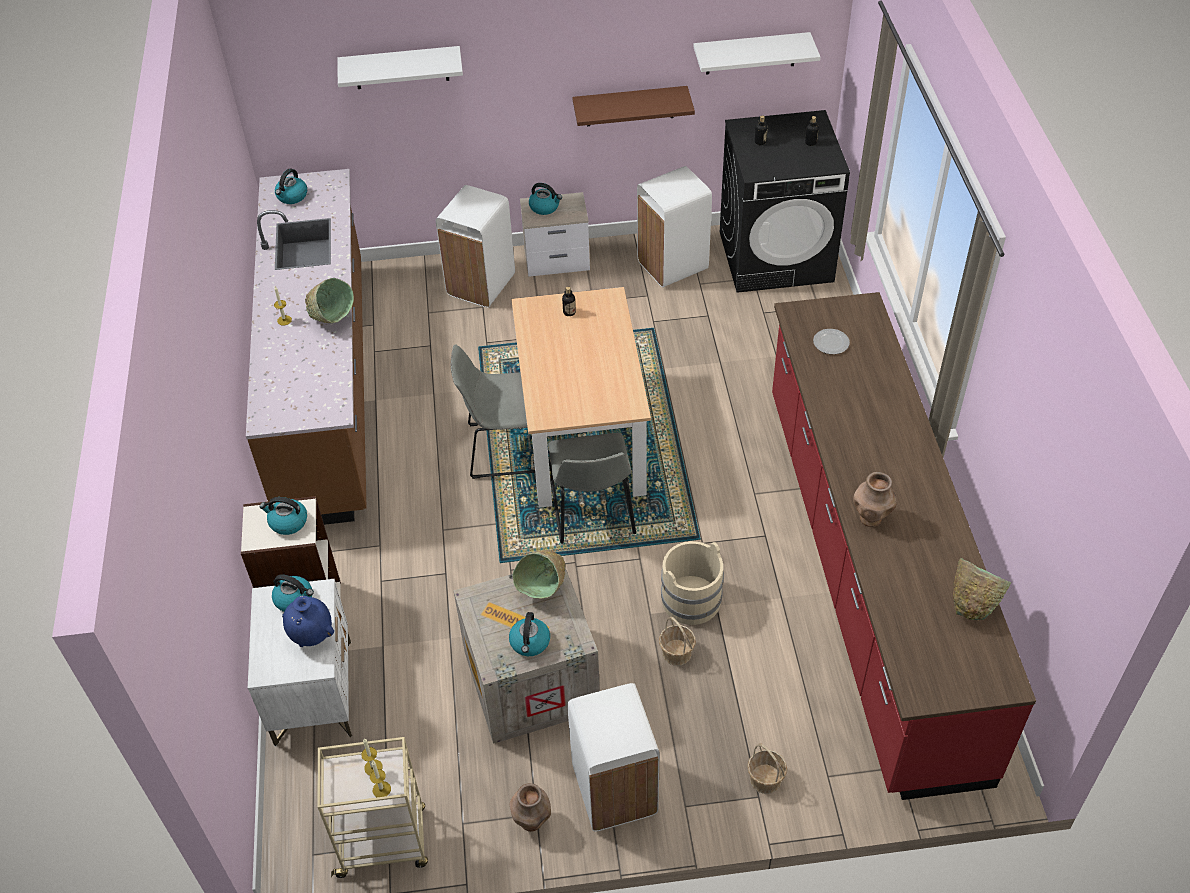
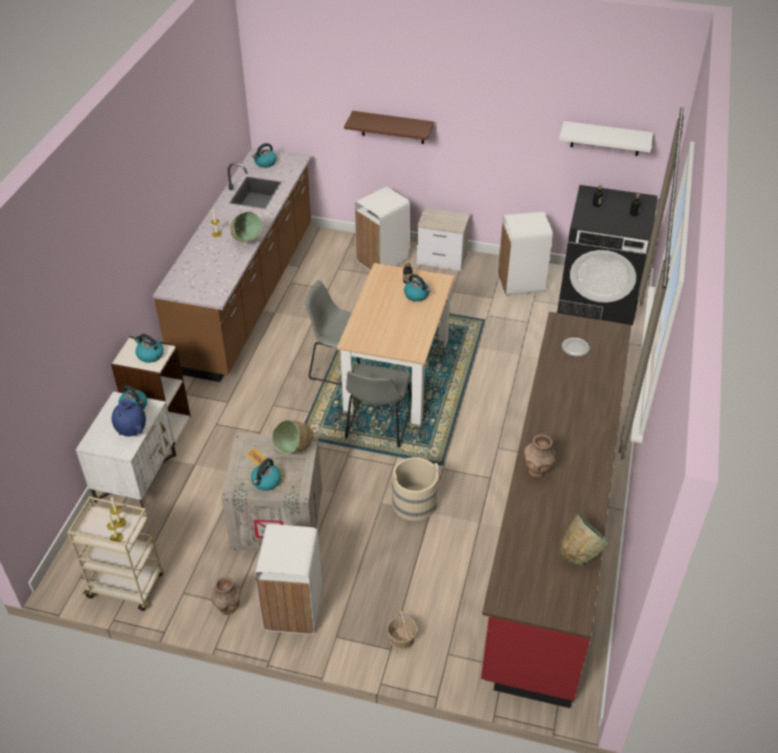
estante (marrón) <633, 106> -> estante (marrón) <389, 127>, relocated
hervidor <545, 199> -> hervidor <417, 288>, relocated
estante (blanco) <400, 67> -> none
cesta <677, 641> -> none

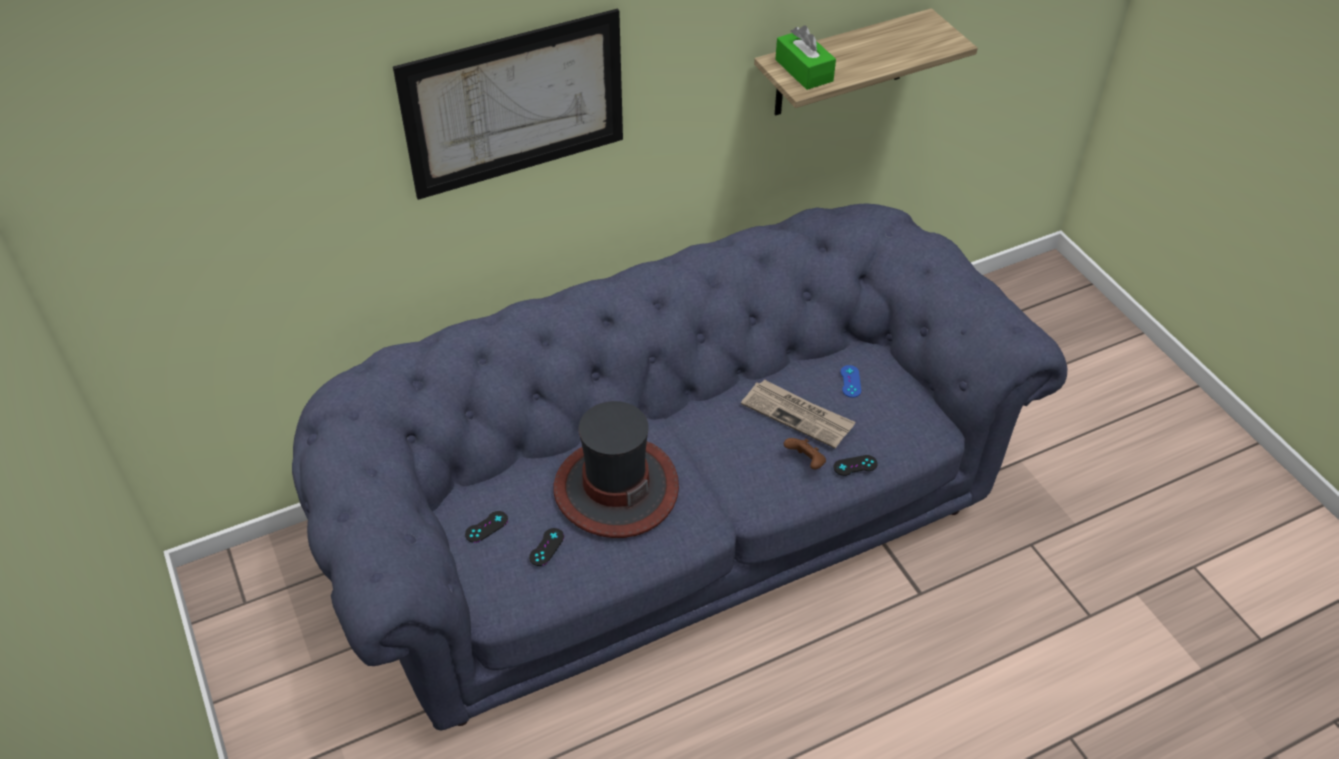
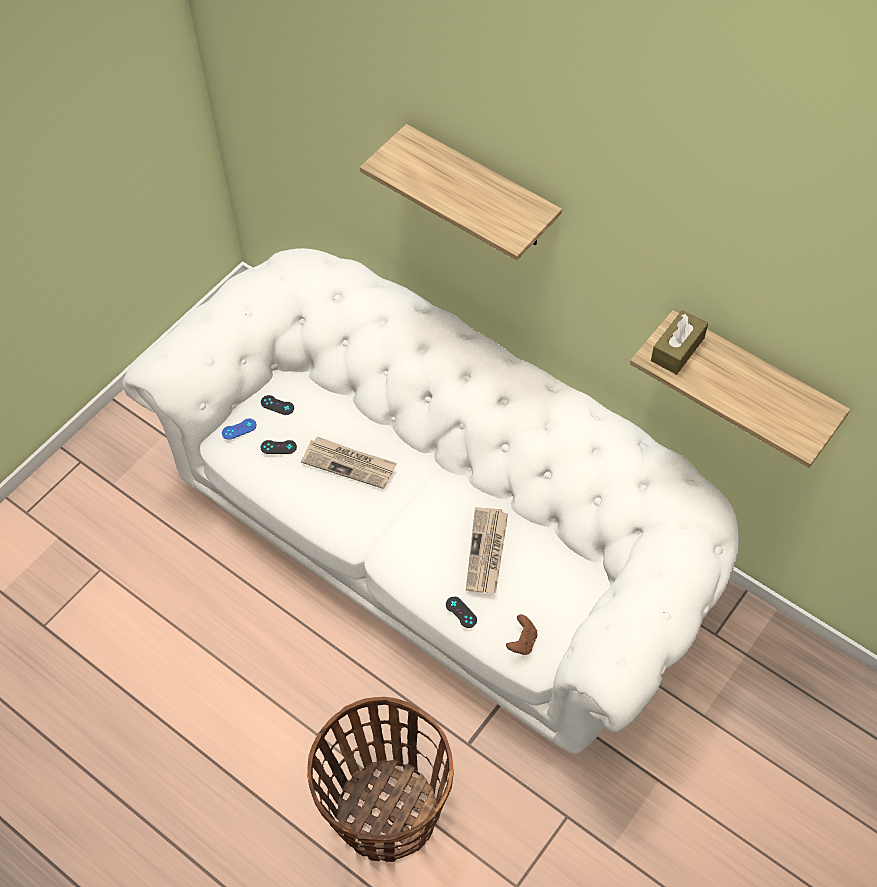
sofá (azul) <679, 467> -> sofá (blanco) <430, 501>
mando de consola (azul) <850, 381> -> mando de consola (azul) <239, 429>, relocated
sombrero <616, 469> -> periódico <349, 462>
none -> cesta <380, 779>
cuadro <508, 104> -> estante <461, 192>
mando de consola (marrón) <805, 453> -> mando de consola (marrón) <521, 634>, relocated
caja de pañuelos (verde) <805, 57> -> caja de pañuelos (marrón) <679, 342>

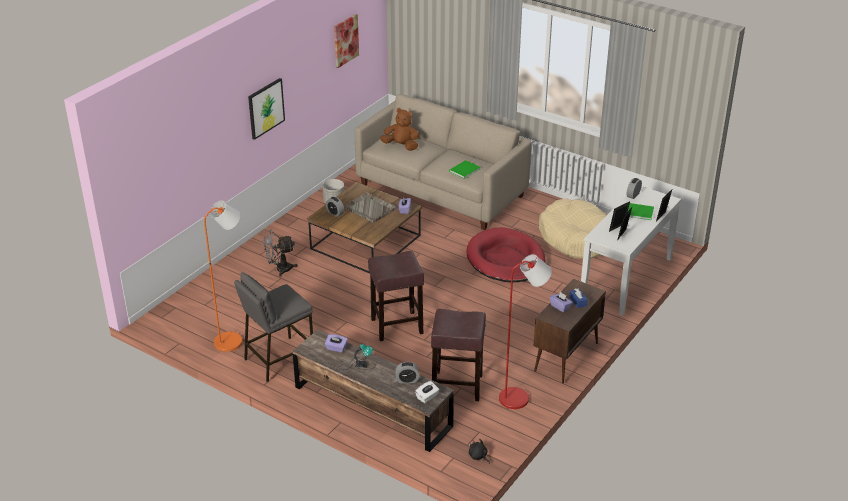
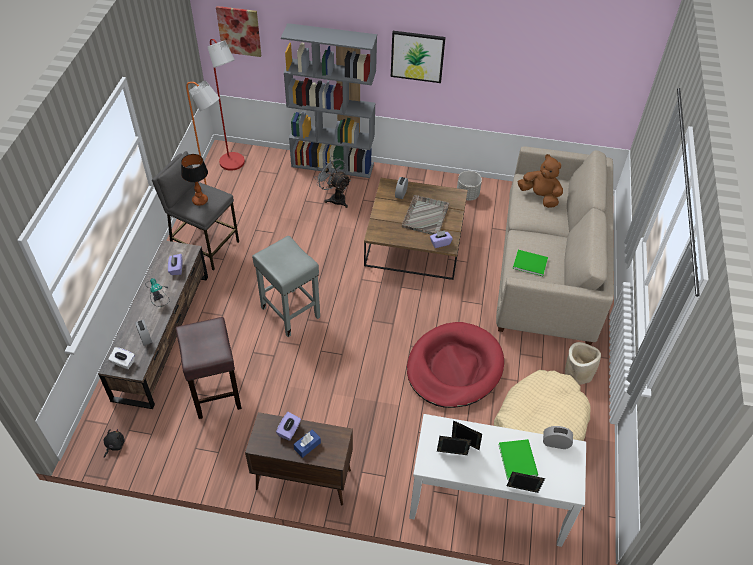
none -> lámpara de mesa <194, 180>
lámpara de pie (rojo) <525, 331> -> lámpara de pie (rojo) <226, 105>, relocated
cuadro <346, 41> -> cuadro <238, 31>, relocated
taburete (marrón) <396, 296> -> taburete (gris) <286, 286>
none -> estantería (gris) <329, 100>
peluche (marrón) <399, 129> -> peluche (marrón) <540, 181>, 45 degrees counterclockwise
none -> maceta (beis) <583, 363>

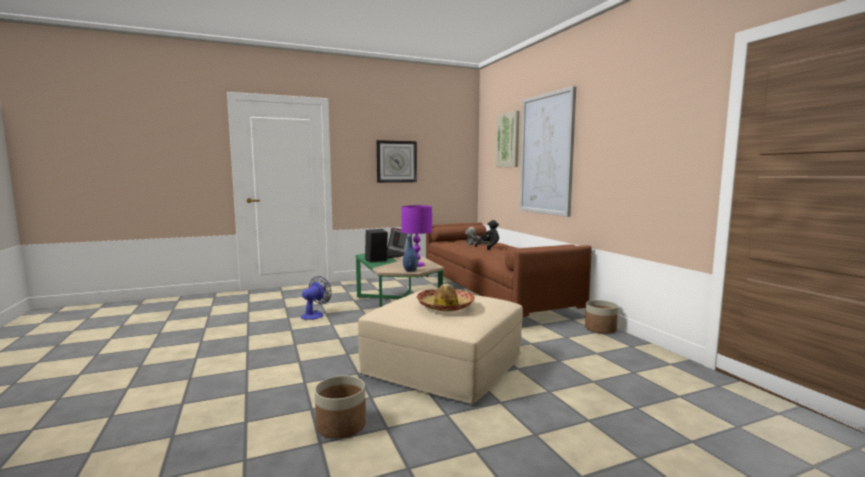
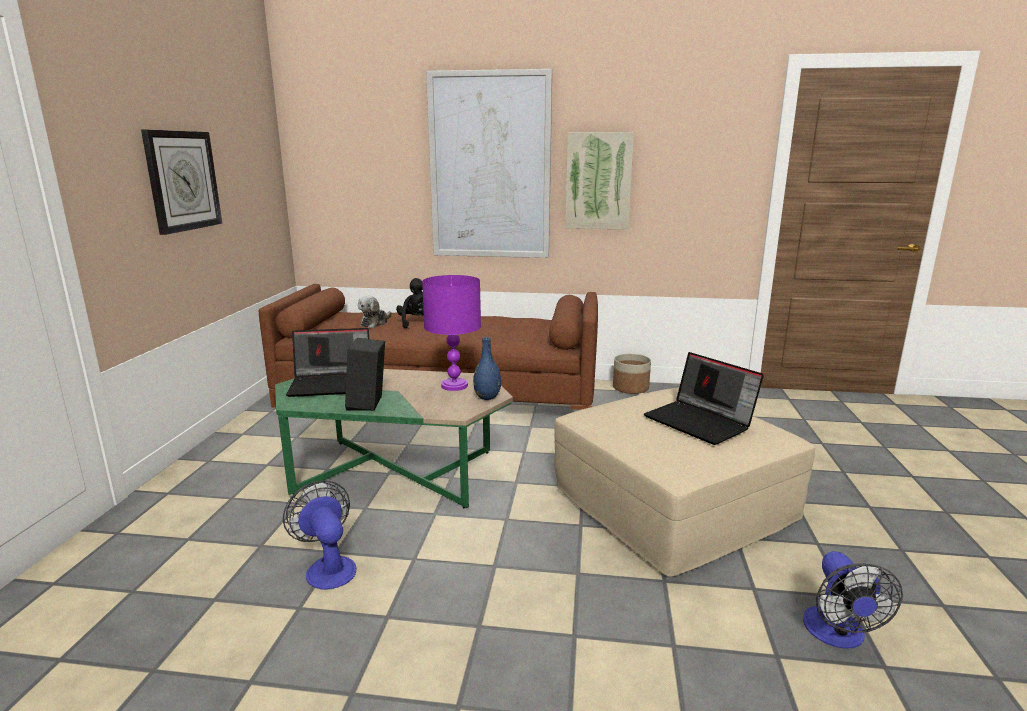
cuadro <508, 139> -> cuadro <599, 180>, relocated
sombrero <445, 297> -> portátil <704, 398>
maceta <340, 407> -> ventilador <853, 600>

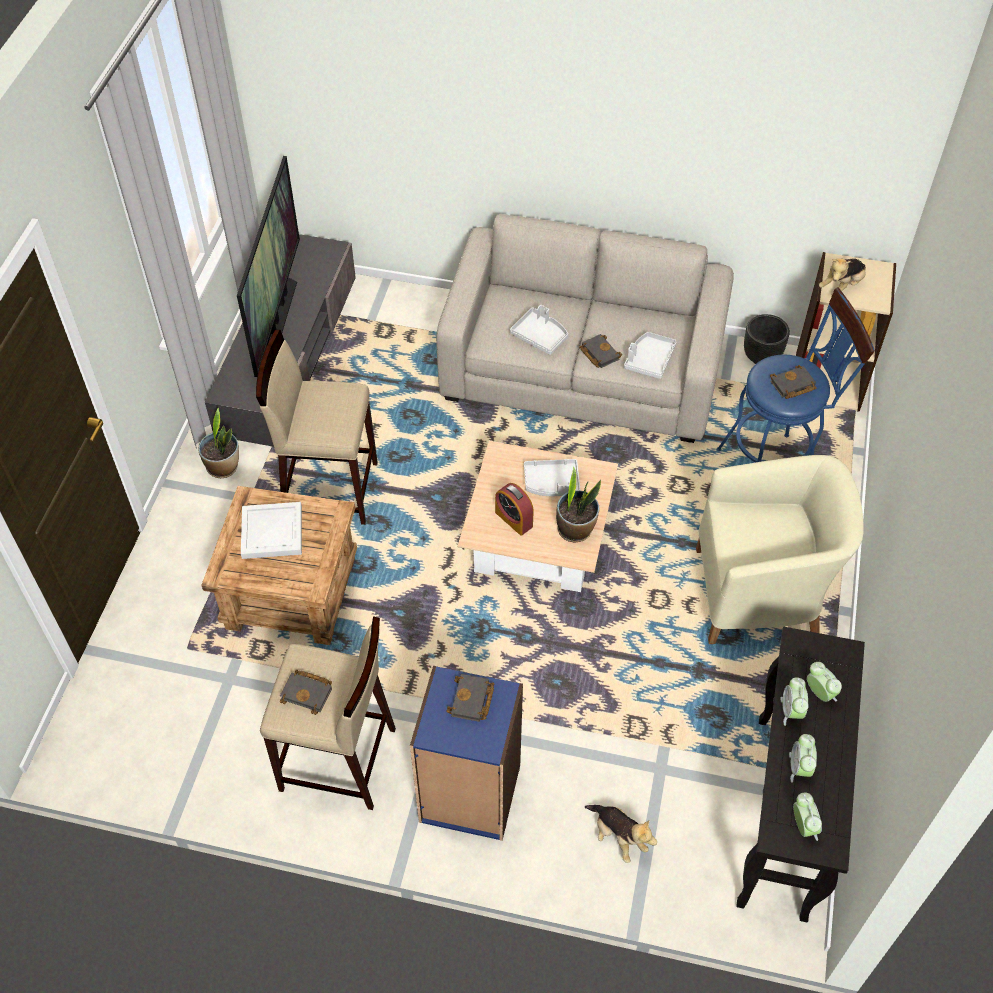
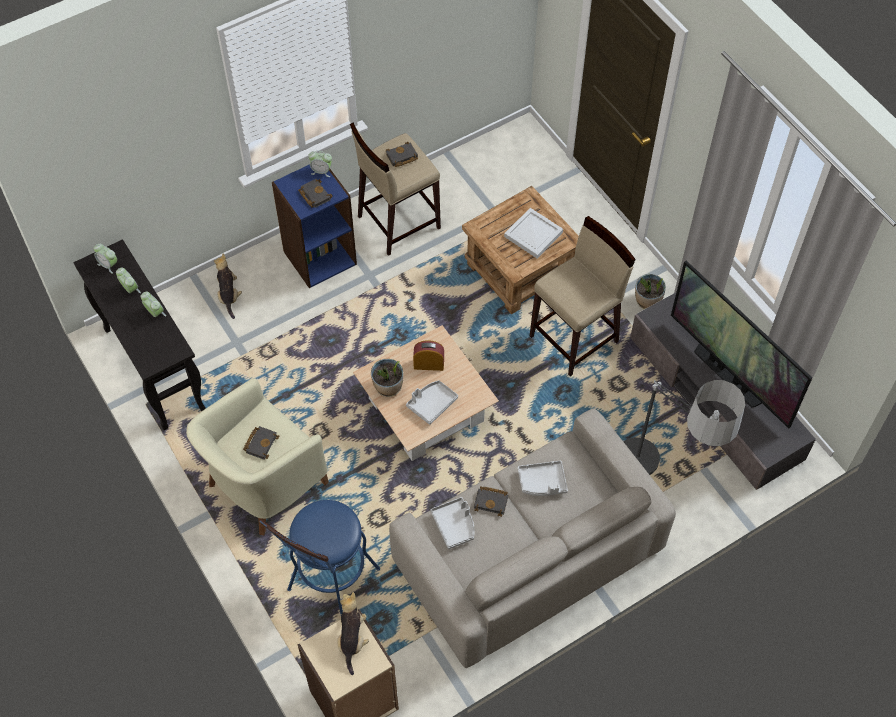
peluche <621, 834> -> peluche <228, 286>, 75 degrees clockwise
libro (negro) <793, 382> -> libro (negro) <261, 443>, relocated
despertador <824, 682> -> despertador <320, 164>, relocated
none -> lámpara de pie <684, 427>
maceta (negro) <767, 339> -> none

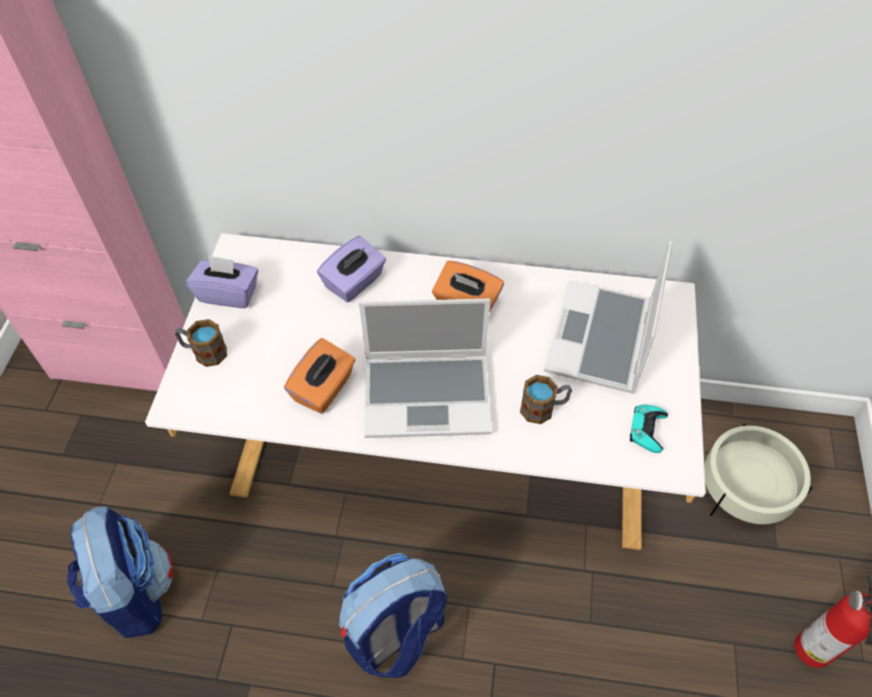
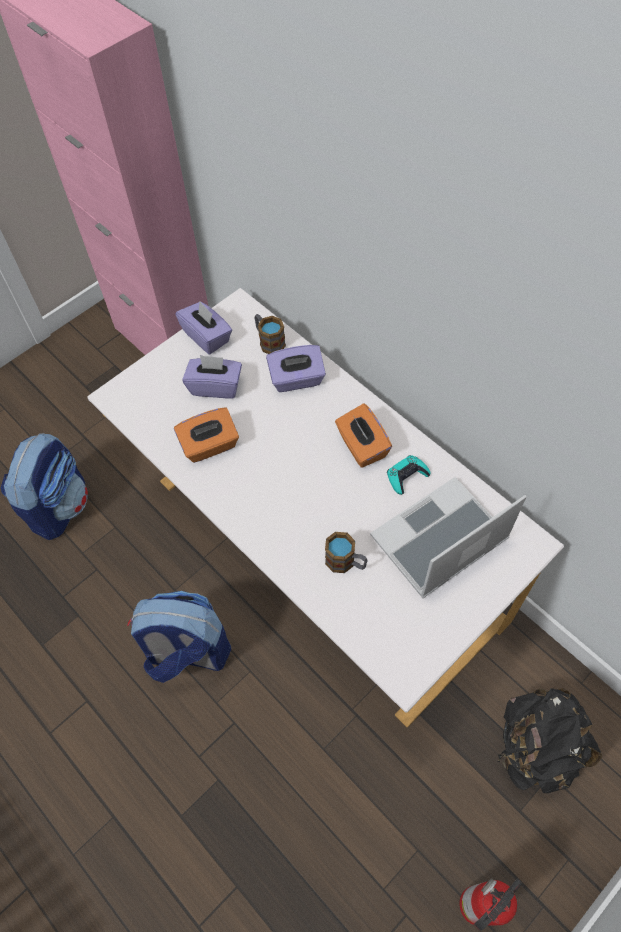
none -> caja de pañuelos (morado) <212, 376>
taza grande <201, 343> -> taza grande <270, 334>, relocated
mando de consola (turquesa) <649, 428> -> mando de consola (turquesa) <409, 475>, relocated
maceta (beis) <758, 473> -> mochila (negro) <550, 740>
portátil <425, 368> -> none

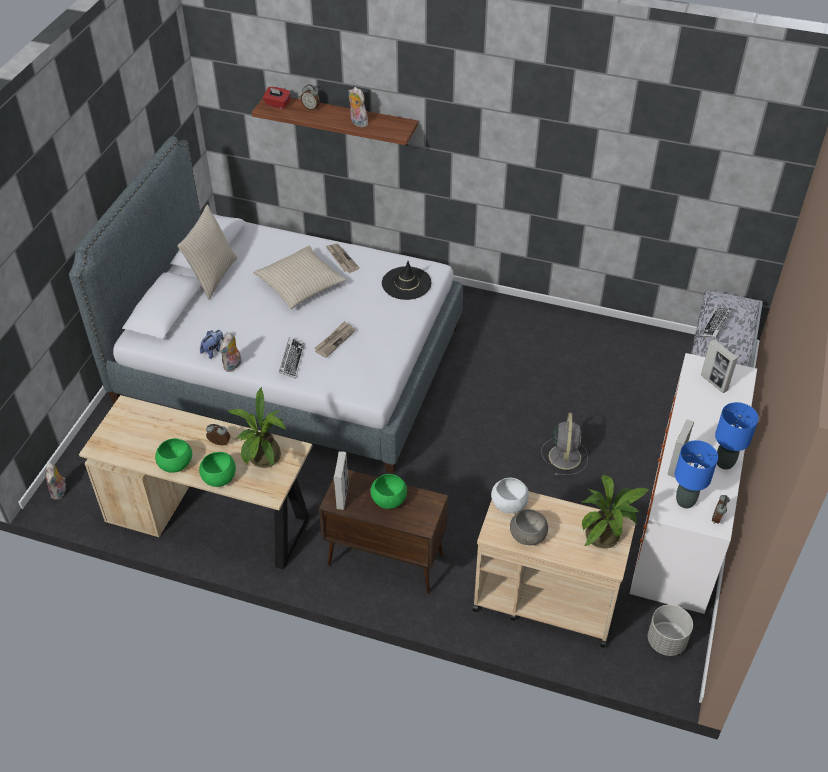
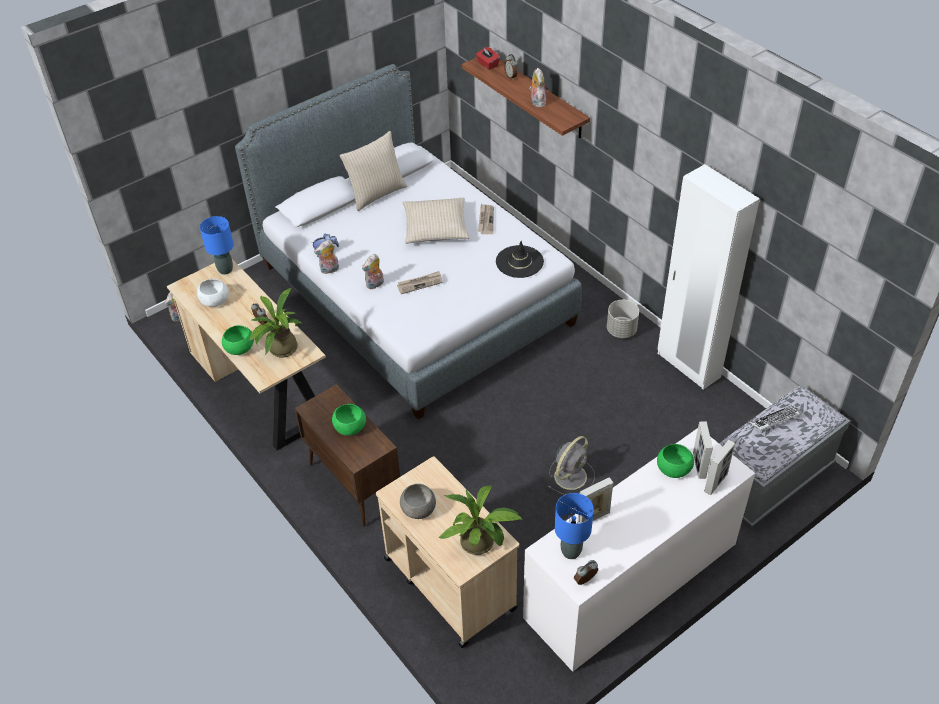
cuenco (blanco) <510, 495> -> cuenco (blanco) <213, 293>, relocated
lámpara de mesa (azul) <736, 436> -> lámpara de mesa (azul) <217, 245>, relocated
teclado <292, 358> -> peluche <373, 271>
maceta (gris) <670, 630> -> maceta (gris) <623, 319>, relocated
cuenco (verde) <173, 455> -> cuenco (verde) <675, 461>, relocated
none -> armario ropero (blanco) <709, 276>
portarretratos <341, 480> -> portarretratos <719, 467>, relocated

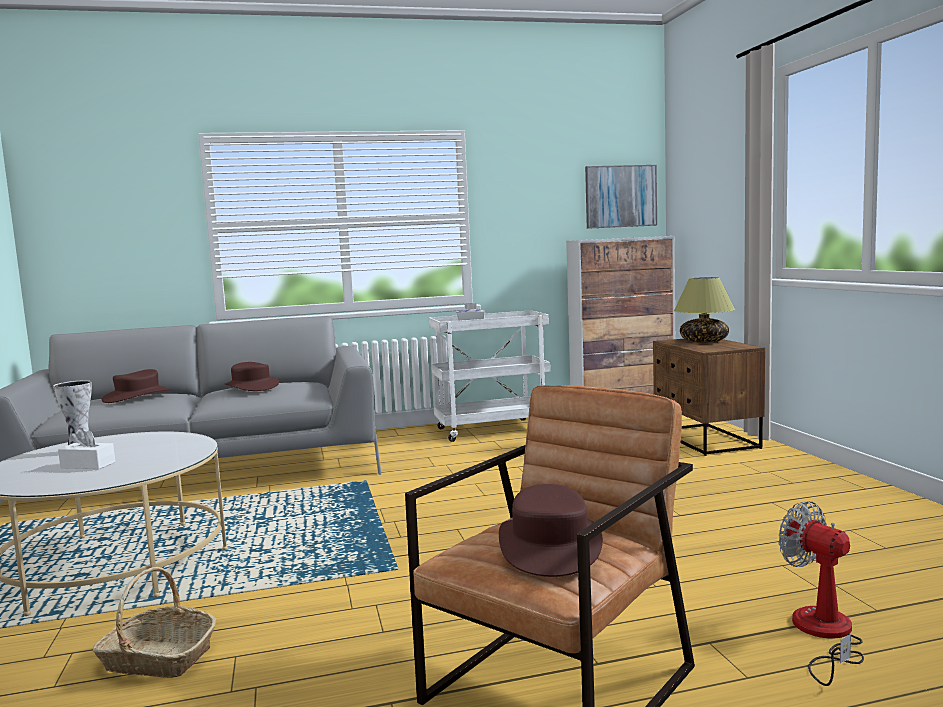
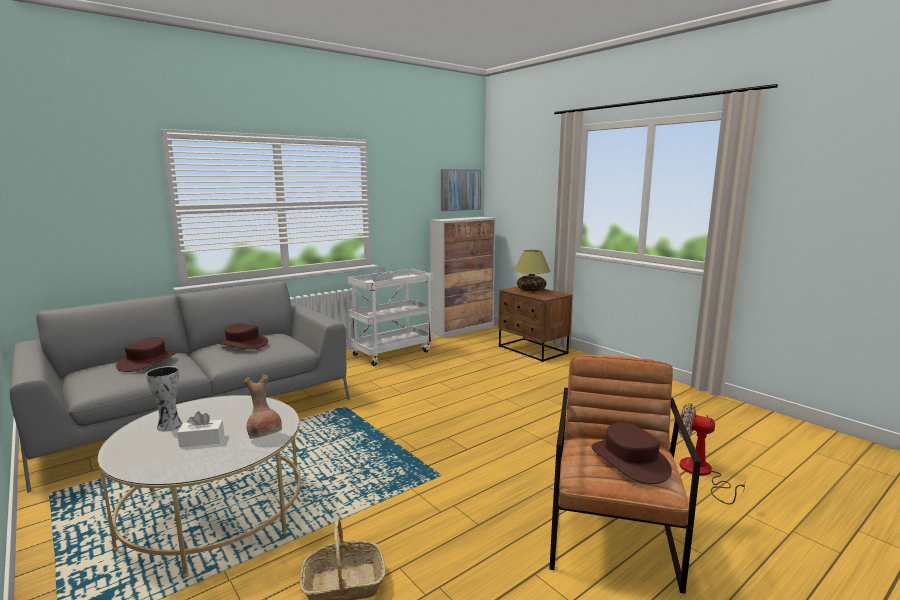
none -> florero (marrón) <262, 406>

